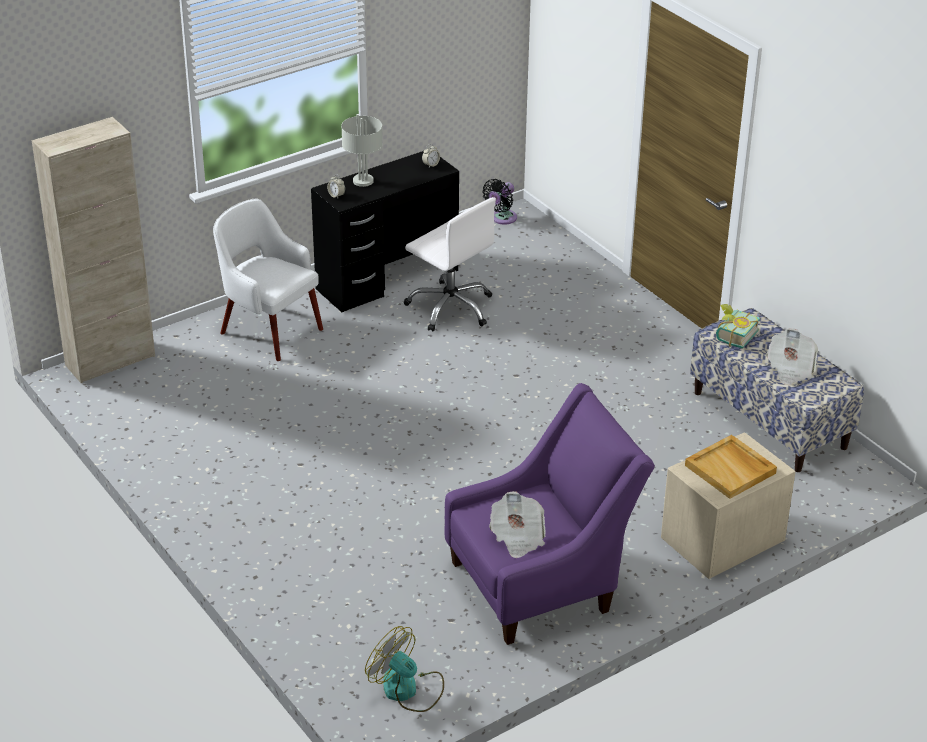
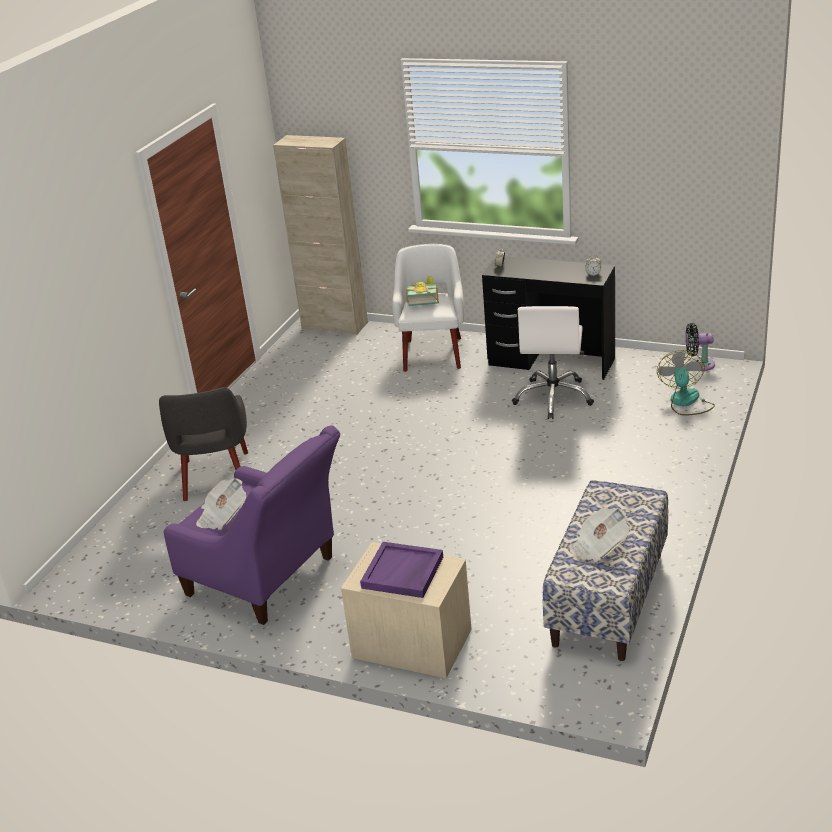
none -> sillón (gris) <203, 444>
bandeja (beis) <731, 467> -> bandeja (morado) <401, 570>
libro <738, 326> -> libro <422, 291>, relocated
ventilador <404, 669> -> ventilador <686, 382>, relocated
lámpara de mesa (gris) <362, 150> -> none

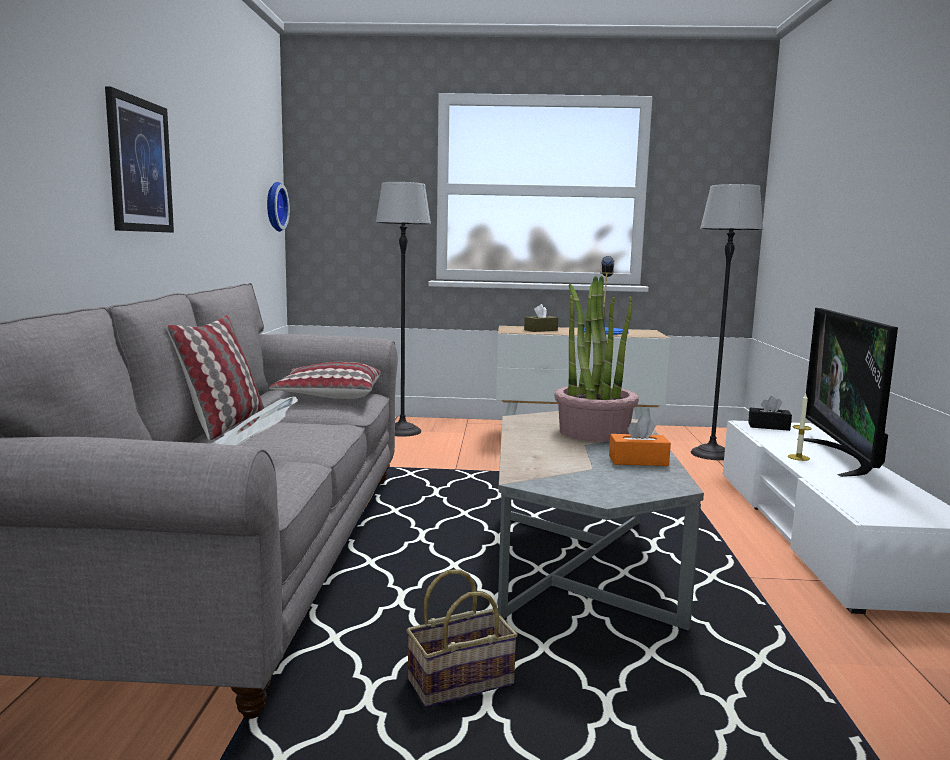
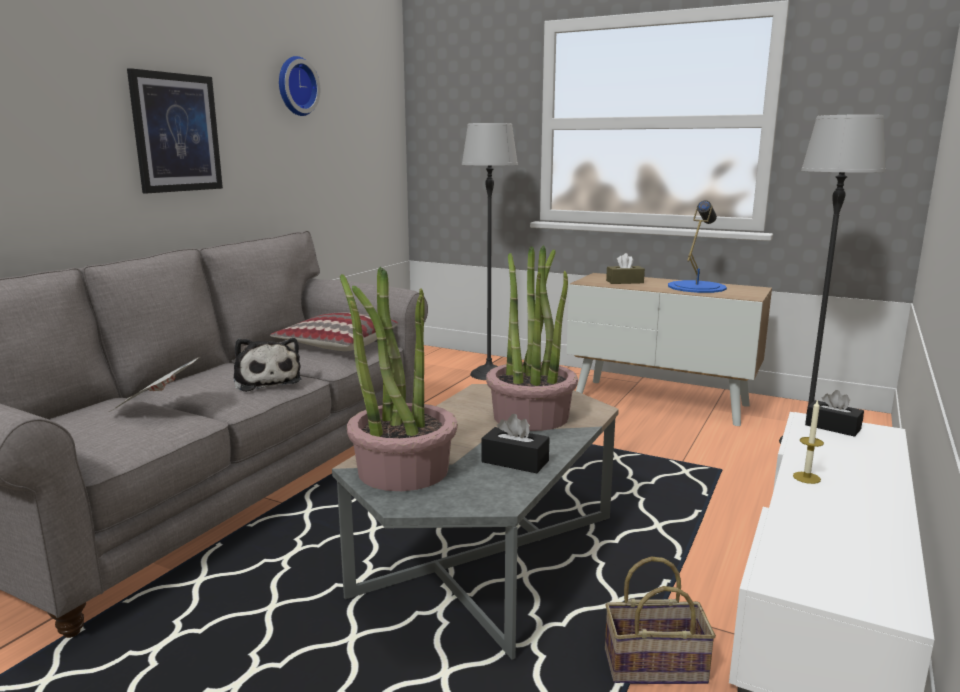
none -> peluche <268, 365>
reloj de pared <278, 207> -> reloj de pared <299, 86>, relocated
none -> planta en maceta <399, 379>
caja de pañuelos (naranja) <640, 441> -> caja de pañuelos (negro) <515, 443>
cesta <462, 638> -> cesta <660, 620>, relocated
cojín <215, 378> -> none
televisor <850, 392> -> none

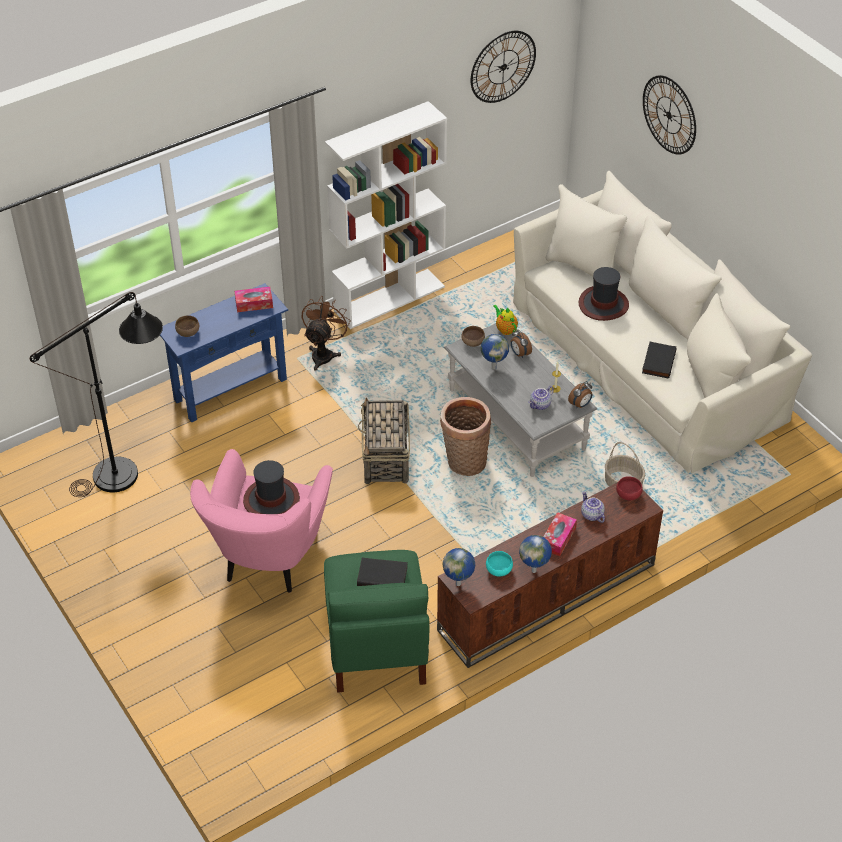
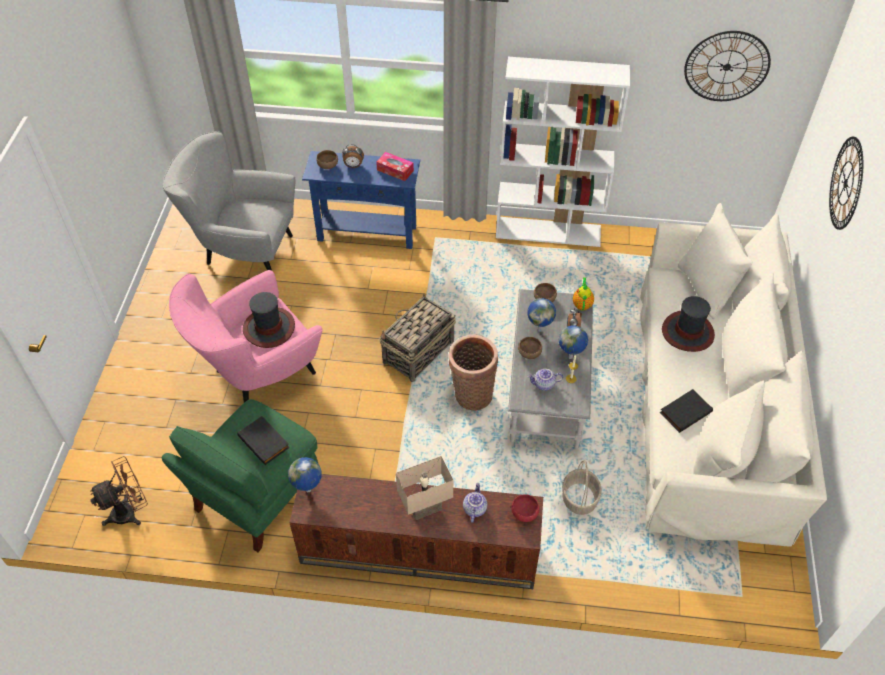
ventilador (marrón) <326, 333> -> ventilador (marrón) <119, 491>, relocated
lámpara de pie (negro) <96, 394> -> sillón (gris) <229, 201>
despertador <580, 395> -> despertador <353, 156>, relocated
caja de pañuelos <560, 534> -> lámpara de mesa (beis) <424, 488>
none -> cuenco (marrón) <530, 348>
globo terráqueo <535, 554> -> globo terráqueo <573, 342>, relocated
cuenco (turquesa) <499, 563> -> none

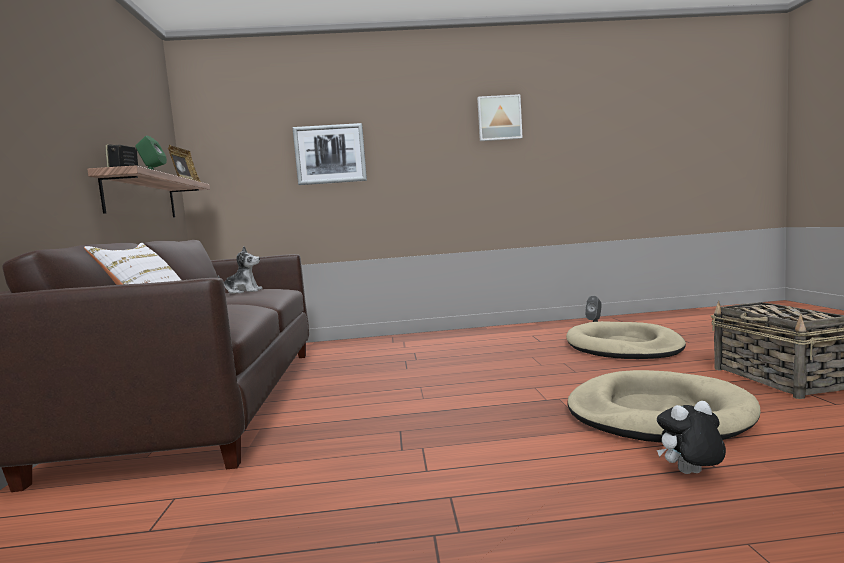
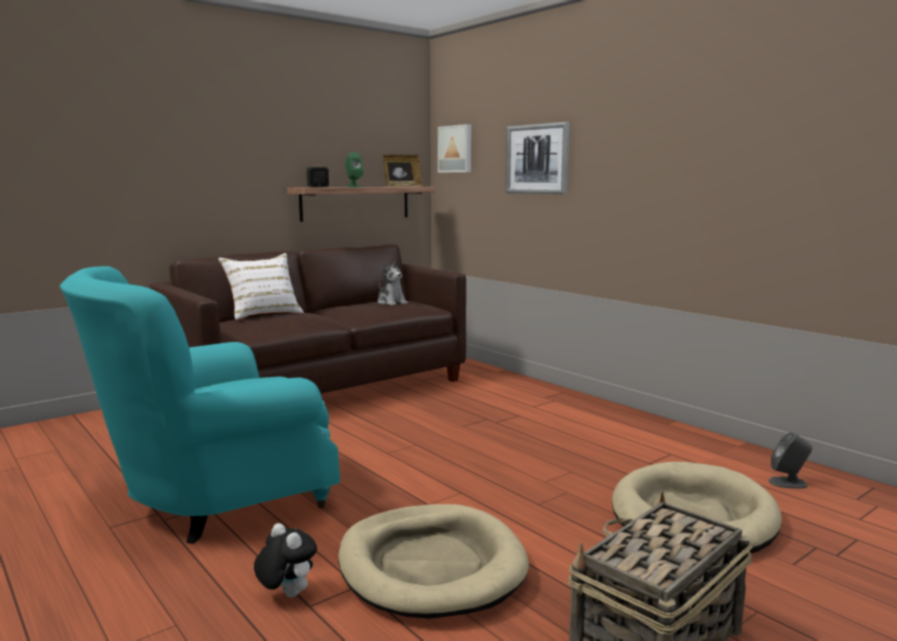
none -> sillón (turquesa) <200, 405>
cuadro <500, 117> -> cuadro <454, 148>, relocated

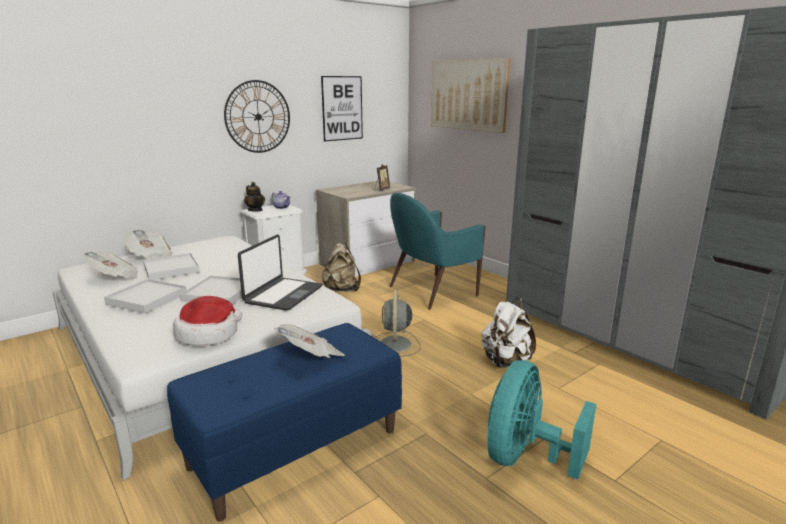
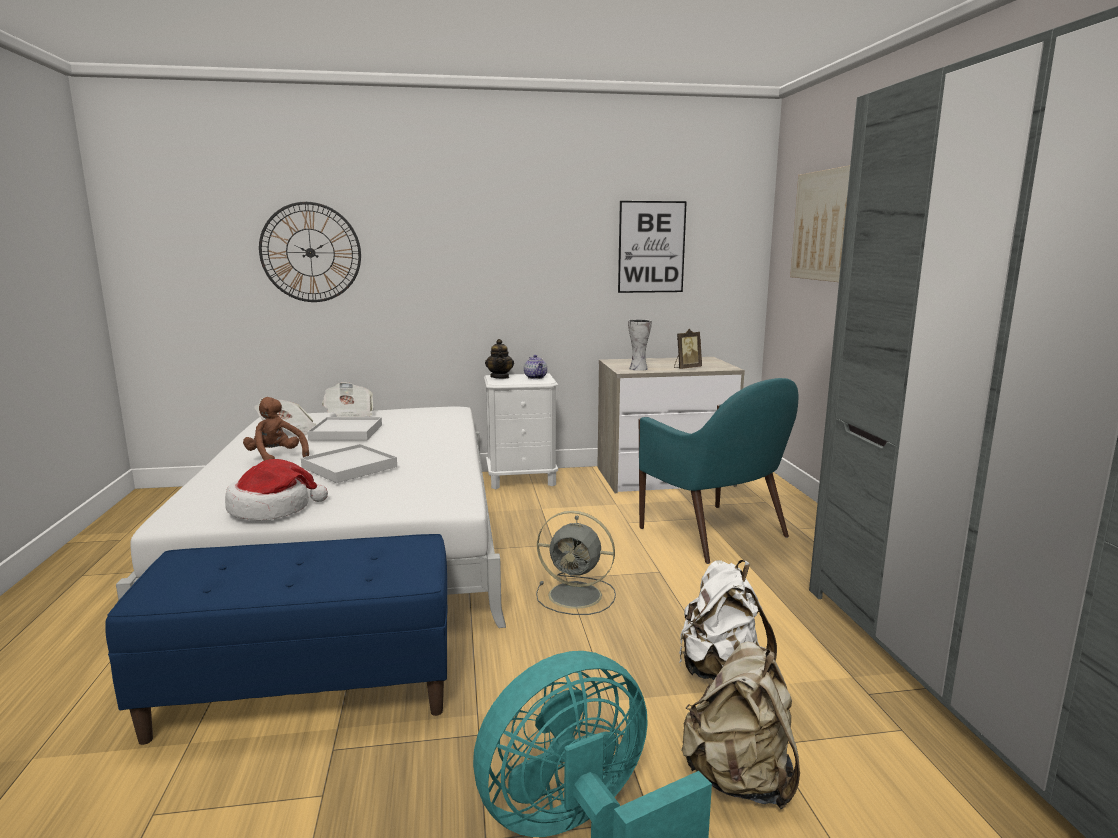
bandeja (blanco) <145, 296> -> peluche (marrón) <276, 429>
reloj de pared <257, 116> -> reloj de pared <310, 252>, relocated
ventilador (gris) <397, 323> -> ventilador (gris) <576, 563>, 105 degrees counterclockwise
none -> florero <640, 345>
sillón (turquesa) <438, 251> -> sillón (turquesa) <719, 471>, 120 degrees counterclockwise
mochila (beis) <341, 267> -> mochila (beis) <740, 725>, relocated
portátil <280, 272> -> none
periódico <309, 341> -> none

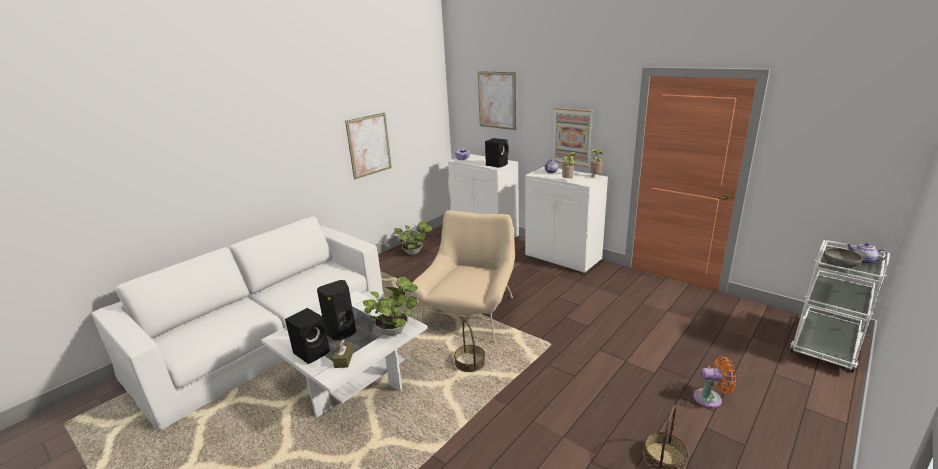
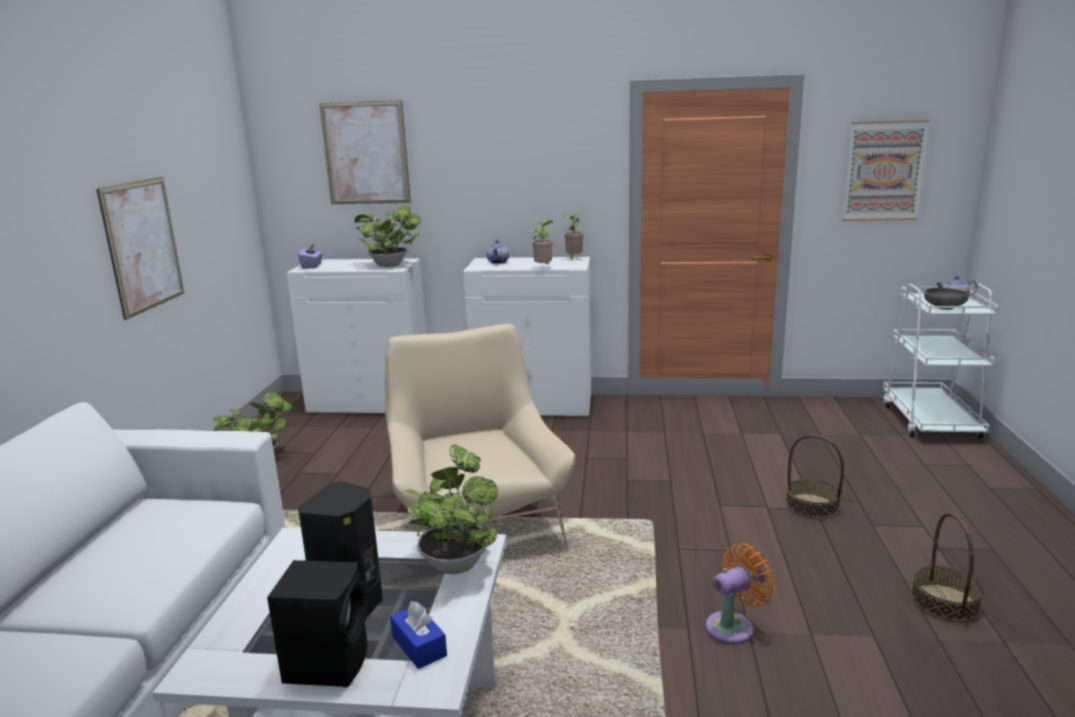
altavoz (negro) <497, 153> -> planta en maceta <388, 236>
caja de pañuelos (marrón) <343, 354> -> caja de pañuelos (azul) <418, 635>
ventilador (naranja) <714, 382> -> ventilador (naranja) <740, 593>, relocated
cesta <469, 346> -> cesta <815, 477>, relocated
cuadro <573, 137> -> cuadro <885, 170>, relocated

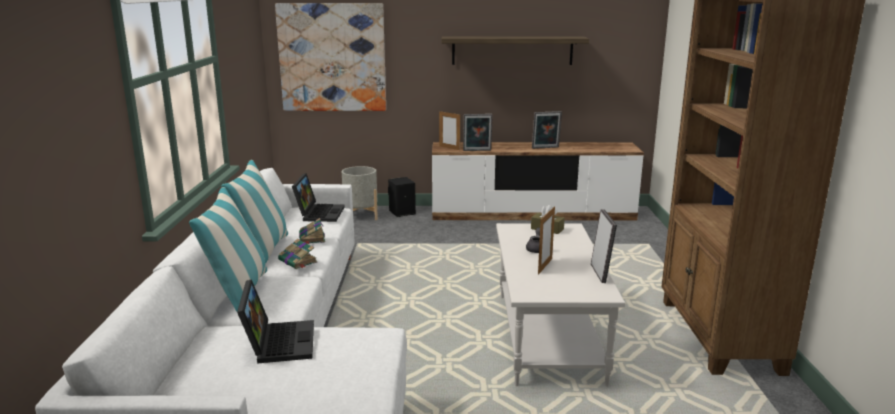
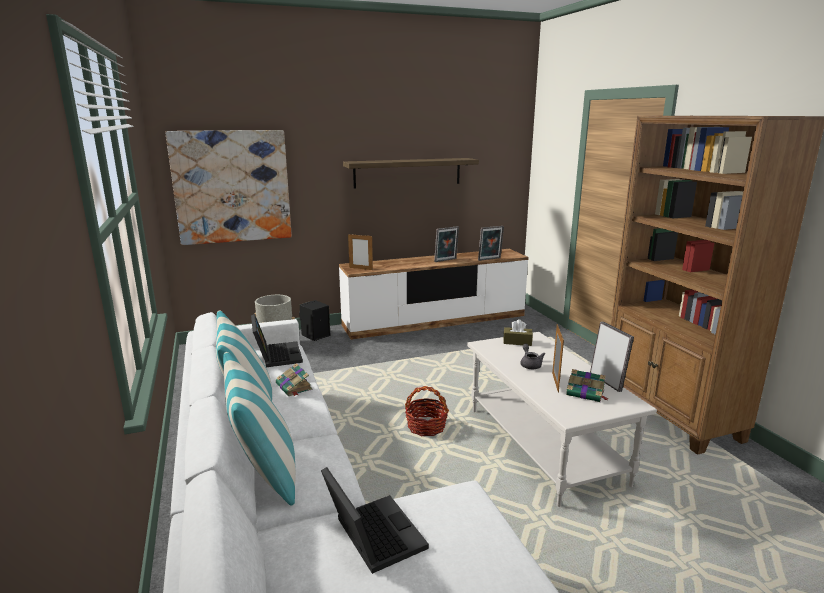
none -> cesta <427, 411>
portarretratos <478, 132> -> portarretratos <491, 243>, relocated
libro <298, 254> -> libro <587, 385>, relocated

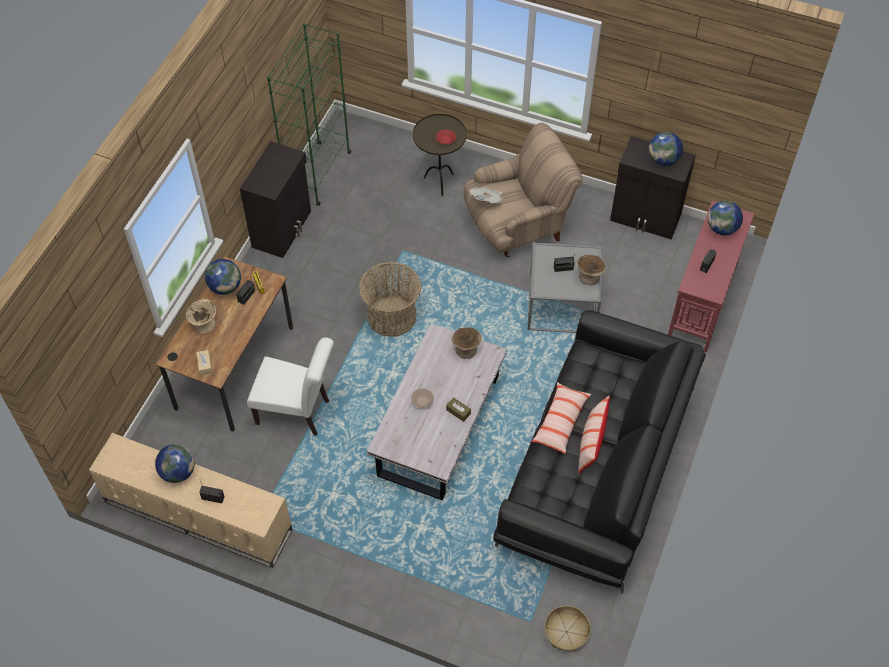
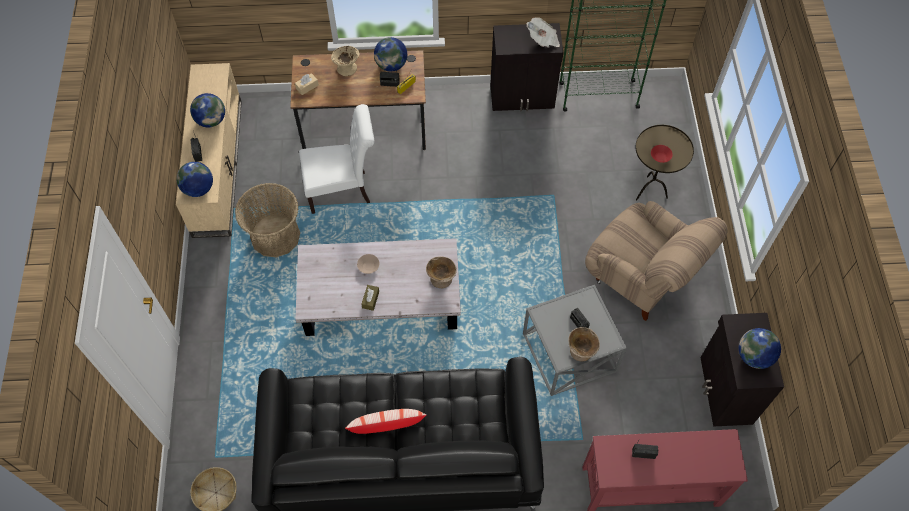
globo terráqueo <725, 218> -> globo terráqueo <194, 179>, relocated
cesta <390, 299> -> cesta <267, 220>, relocated
silla (blanco) <290, 386> -> silla (blanco) <337, 159>, 90 degrees counterclockwise
periódico <486, 194> -> periódico <543, 32>, relocated
cojín <561, 418> -> none

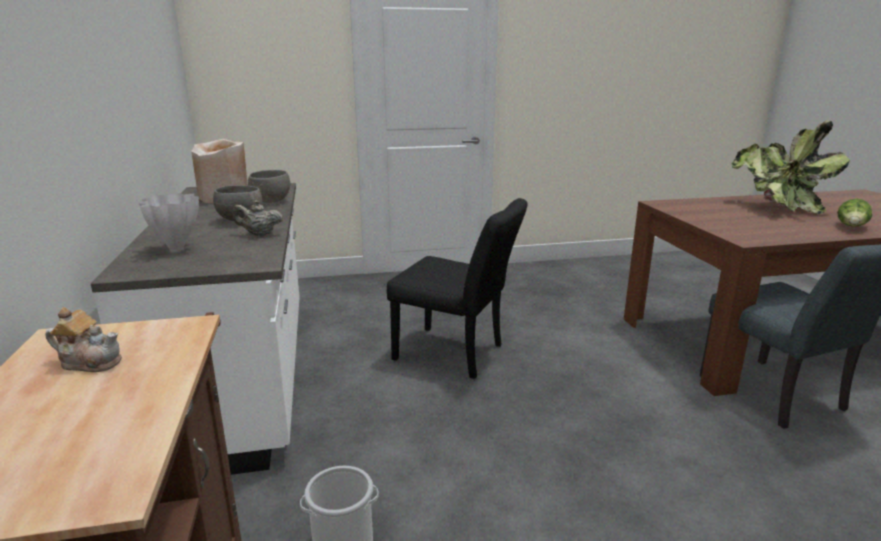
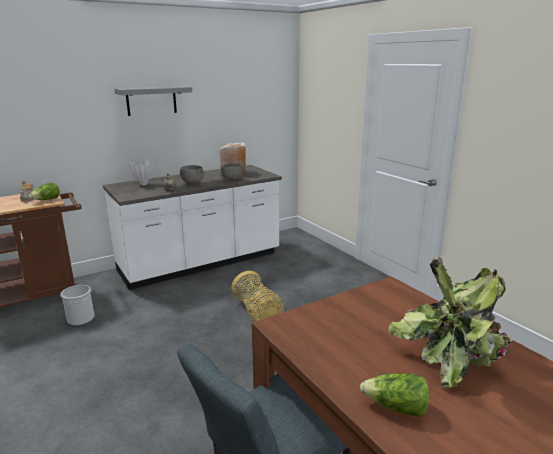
none -> lechuga <44, 191>
none -> estante (gris) <153, 101>
silla (negro) <457, 288> -> cesta <257, 296>

